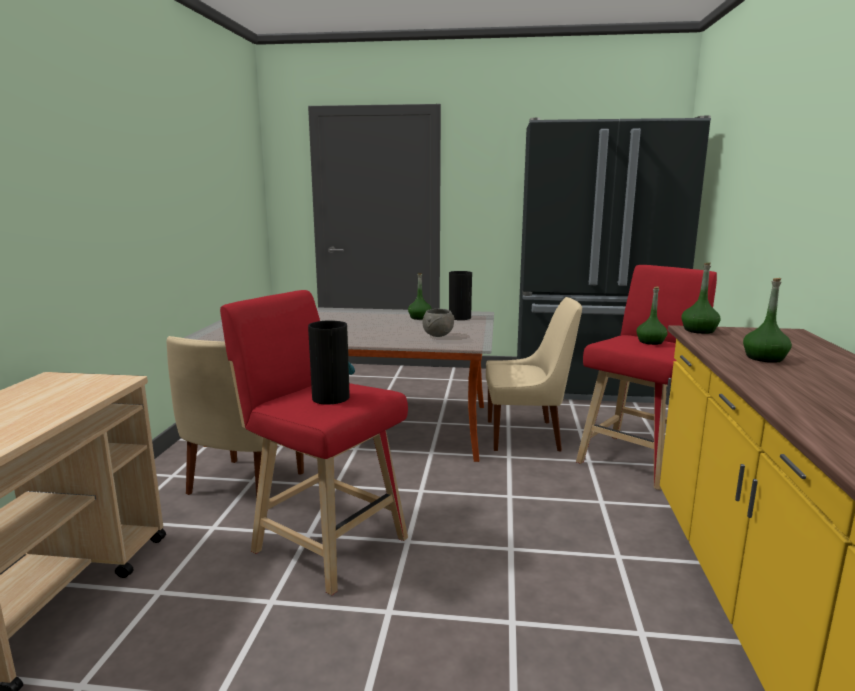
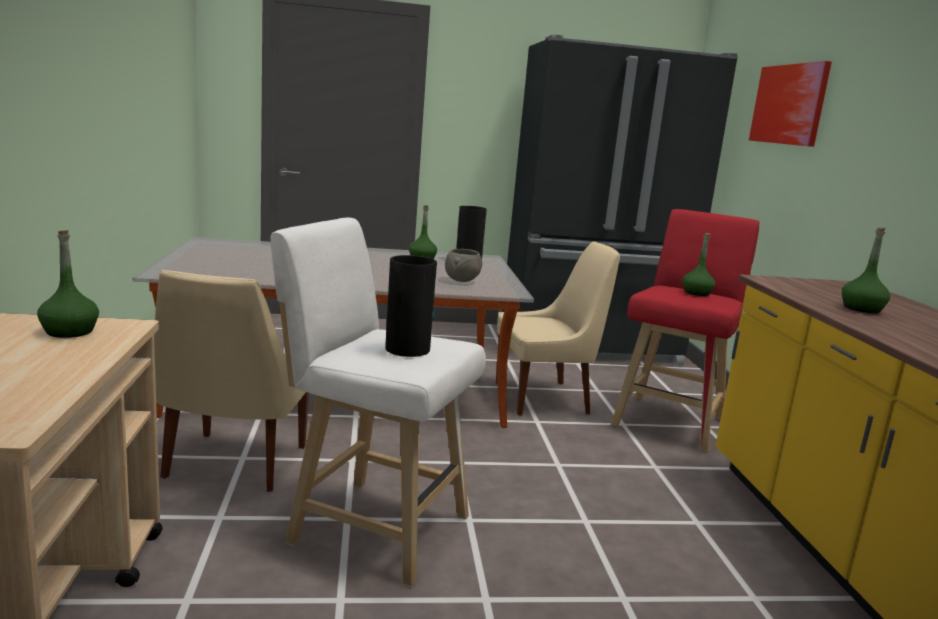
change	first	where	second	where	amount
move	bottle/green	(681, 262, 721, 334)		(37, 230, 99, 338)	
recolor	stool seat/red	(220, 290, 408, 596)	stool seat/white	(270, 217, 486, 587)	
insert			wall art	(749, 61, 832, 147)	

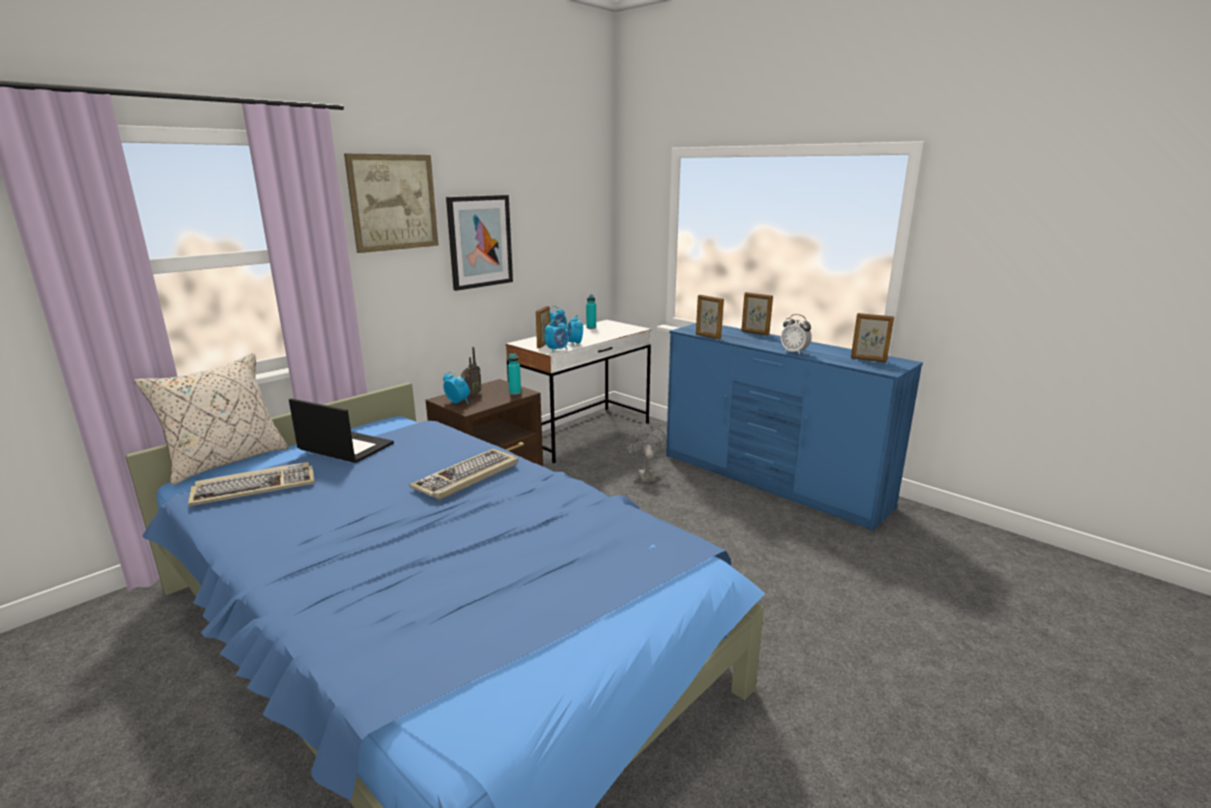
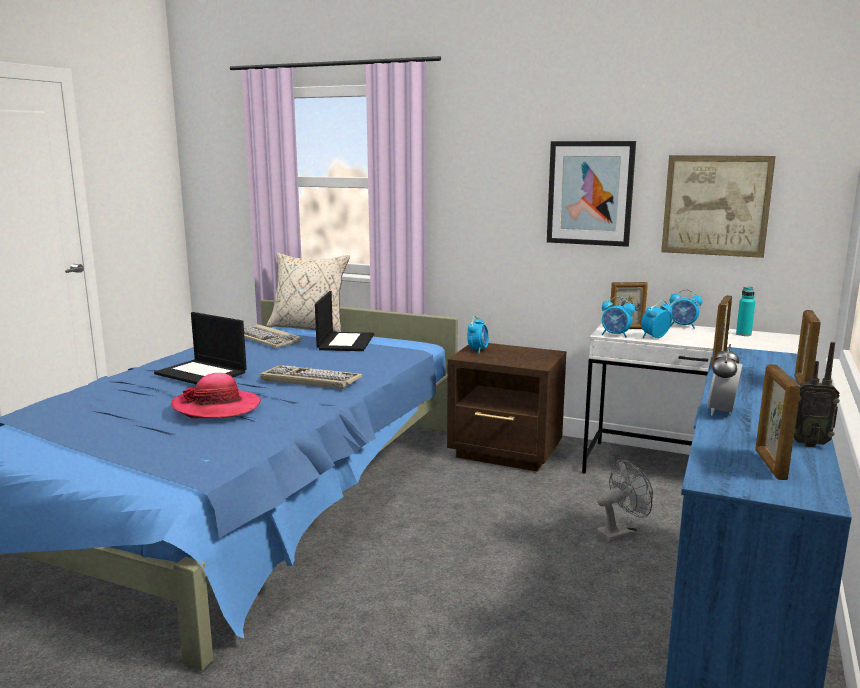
change	first	where	second	where	amount
insert			notebook computer	(154, 312, 247, 385)	
insert			hat	(171, 373, 261, 418)	
move	wall art	(344, 154, 439, 253)		(661, 155, 776, 258)	
move	radio	(461, 347, 482, 396)		(794, 342, 840, 447)	
delete	bottle/turquoise	(508, 353, 521, 395)			

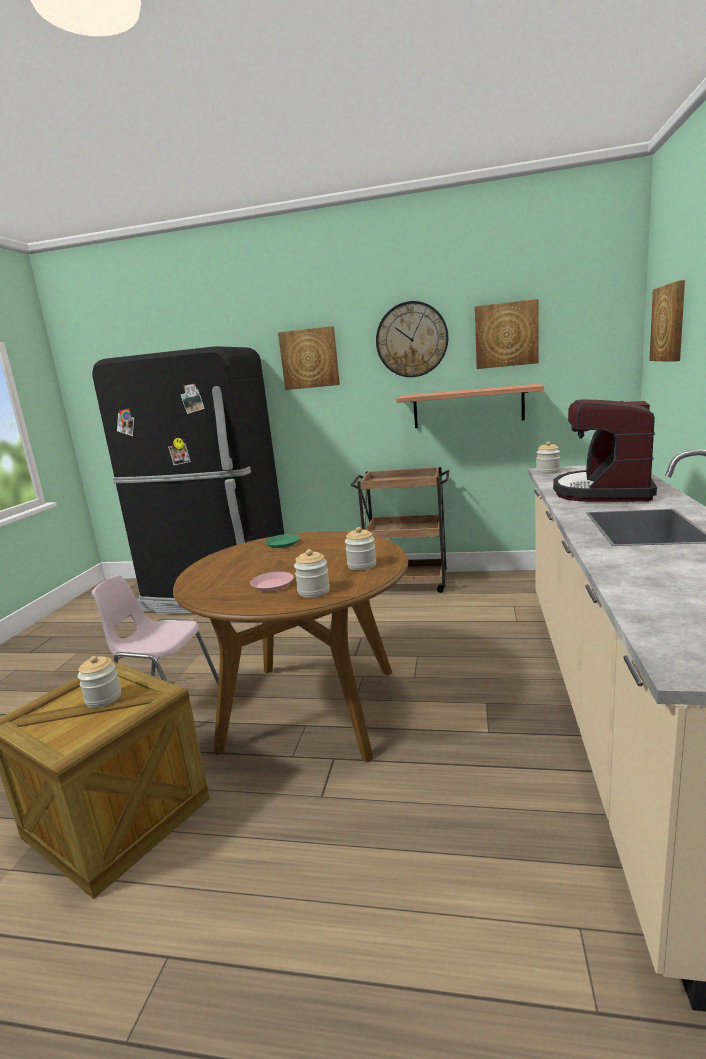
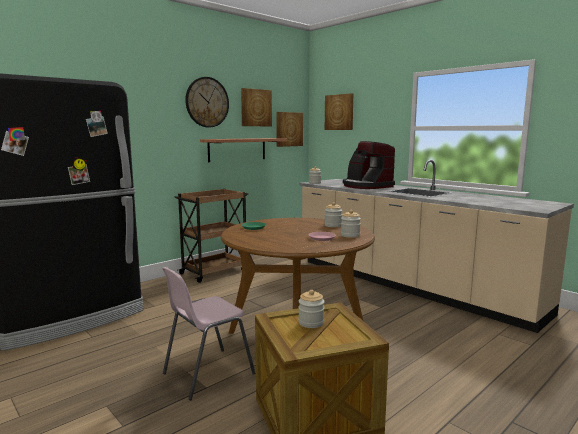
change	first	where	second	where	amount
move	wall art	(278, 326, 340, 390)		(277, 112, 303, 147)	

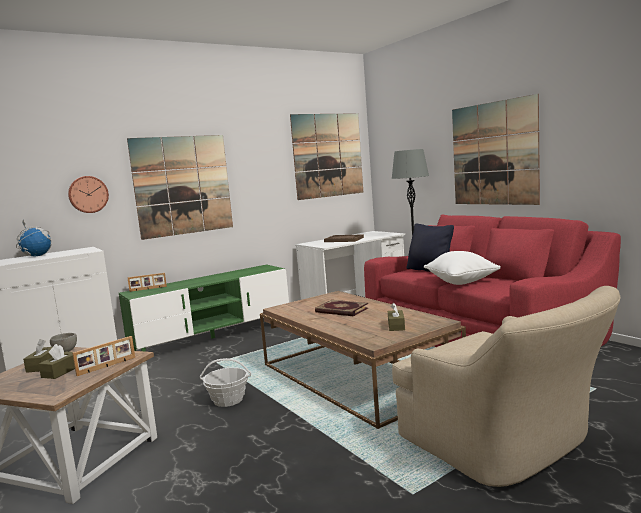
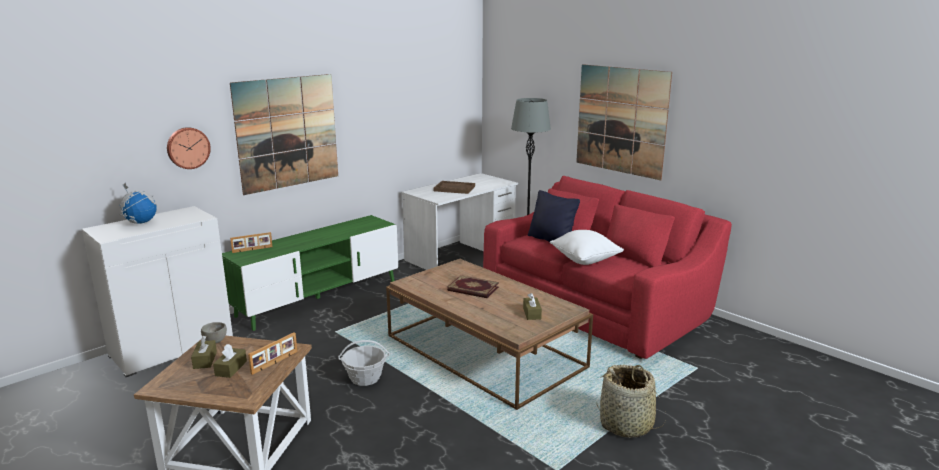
change	first	where	second	where	amount
replace	easy chair/beige-coloured	(392, 286, 621, 487)	household basket	(596, 365, 666, 438)	
delete	wall art	(290, 113, 363, 200)			

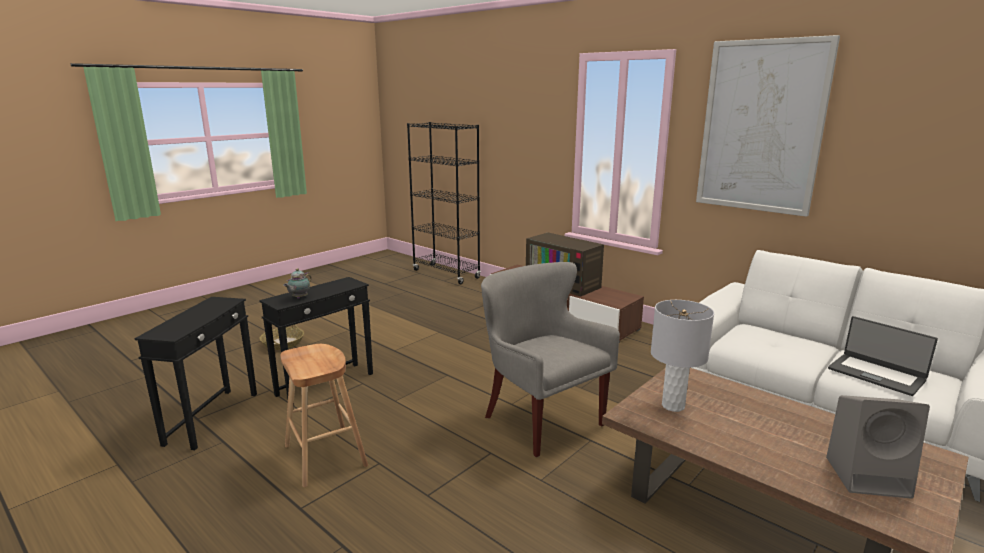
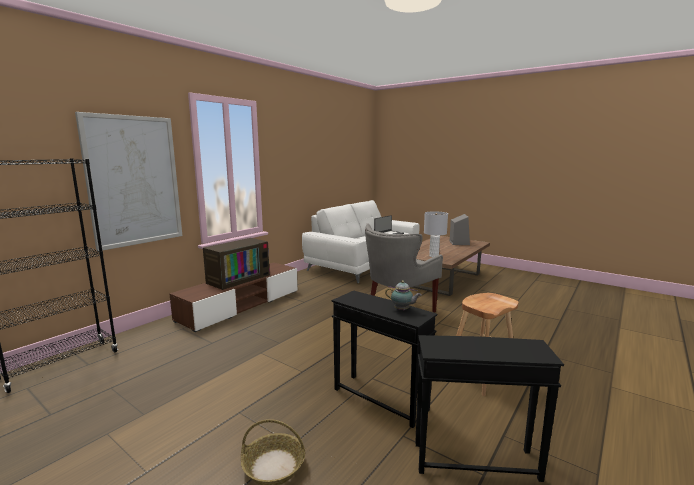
change	first	where	second	where	amount
move	wall art	(696, 35, 840, 217)		(75, 112, 182, 251)	

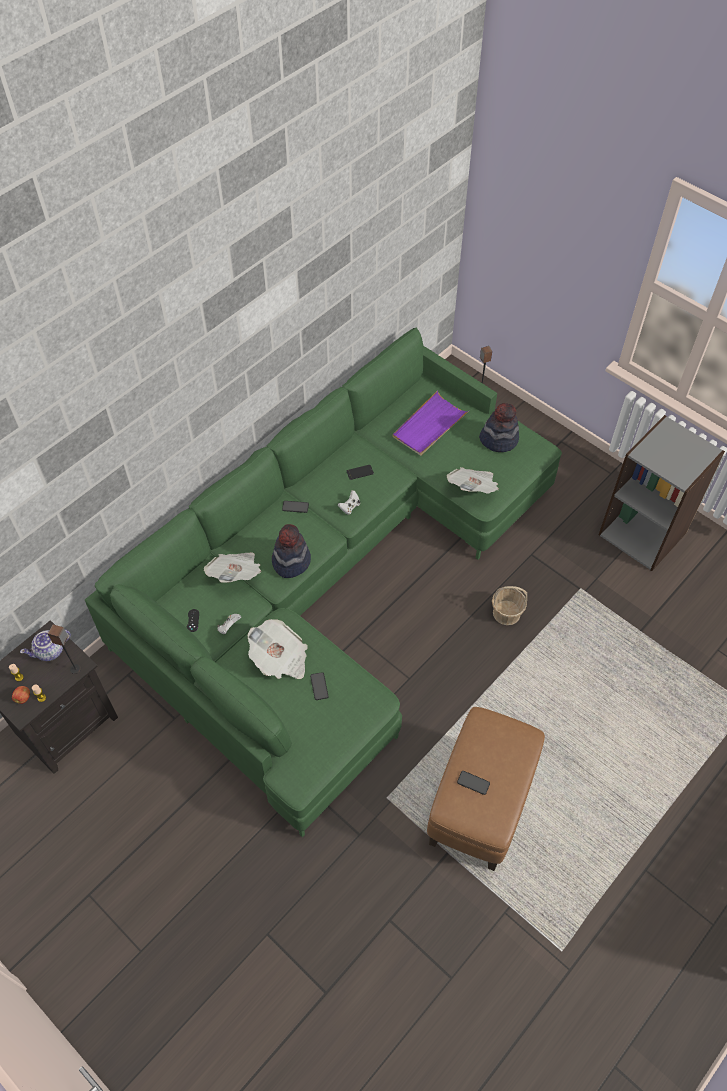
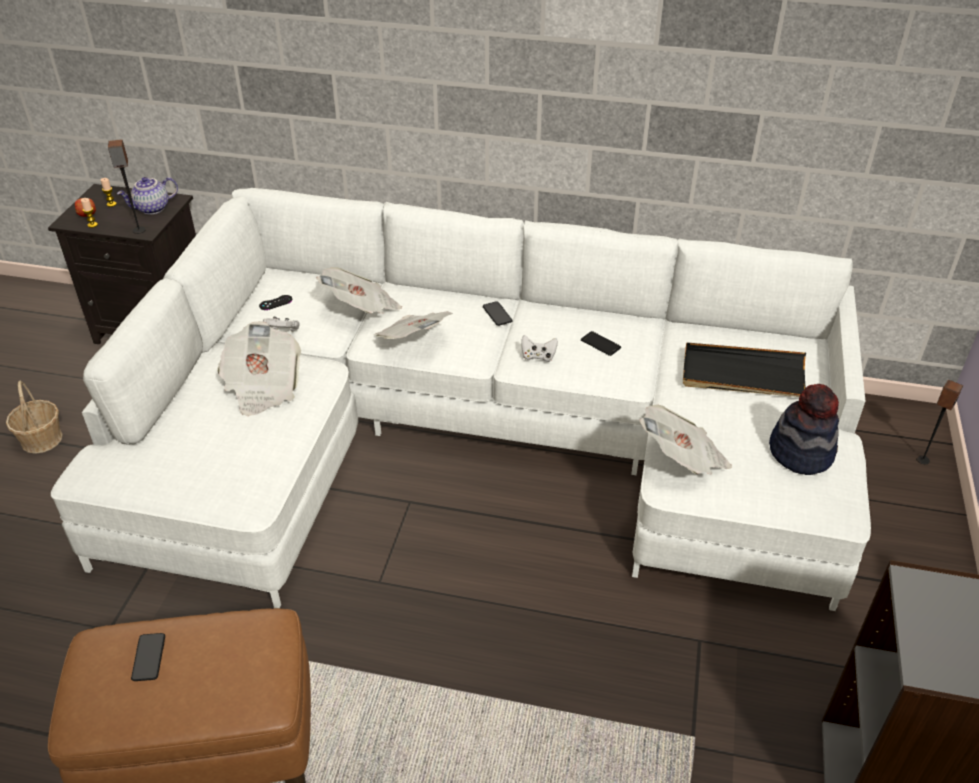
change	first	where	second	where	amount
move	household basket	(492, 586, 527, 625)		(6, 381, 63, 454)	
recolor	settee/green	(85, 328, 562, 837)	settee/white	(51, 188, 871, 611)	
rotate	pot for tea	(20, 630, 71, 661)		(117, 177, 178, 214)	60 degrees counterclockwise
replace	hat	(272, 524, 311, 578)	newspaper	(374, 311, 453, 339)	
recolor	serving tray/purplish	(393, 390, 469, 456)	serving tray/black	(683, 342, 806, 397)	
delete	phone	(310, 672, 329, 700)			

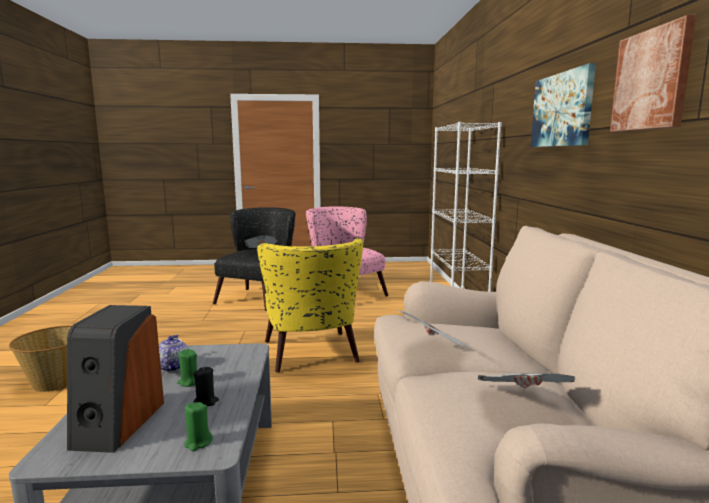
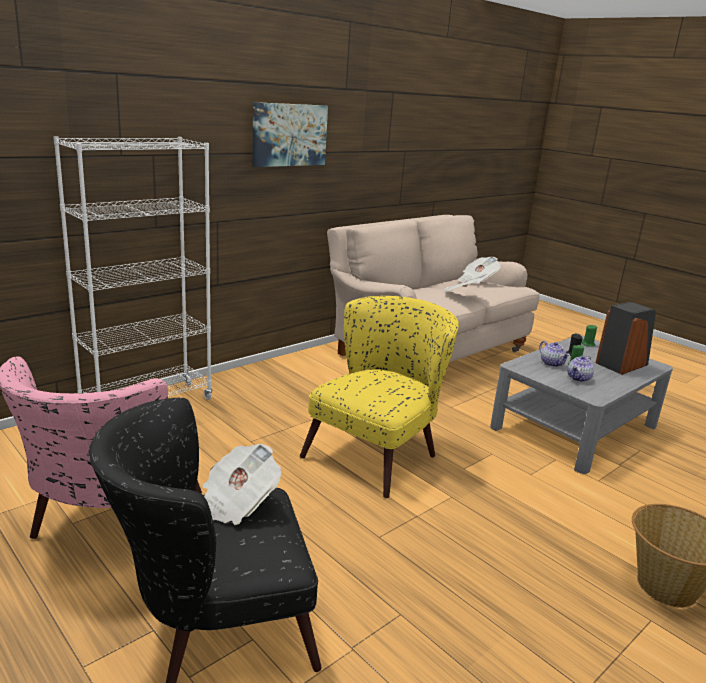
change	first	where	second	where	amount
insert			pot for tea	(539, 341, 570, 367)	
delete	wall art	(610, 15, 696, 132)			

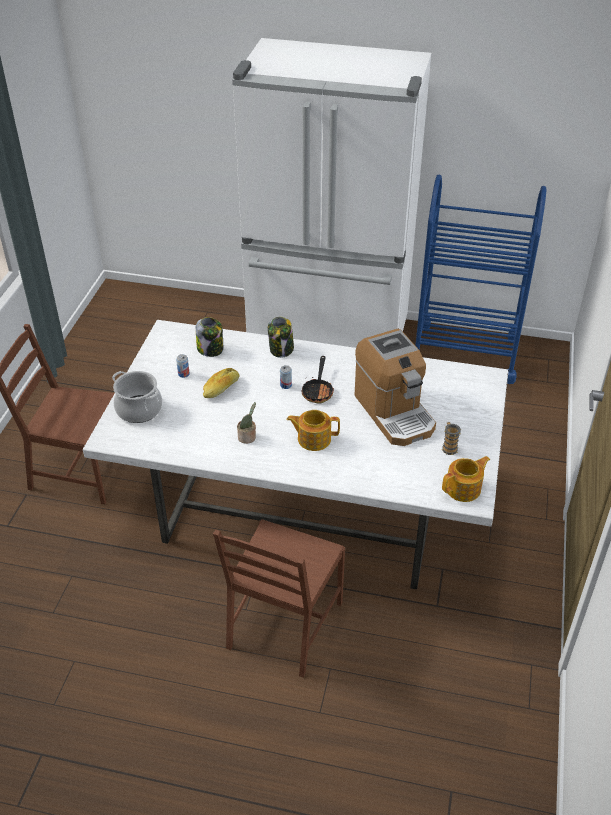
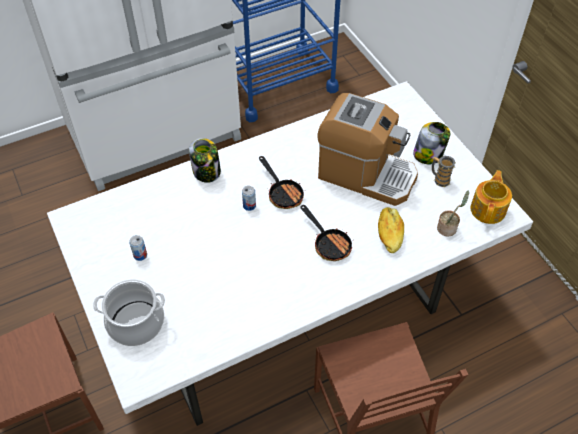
change	first	where	second	where	amount
replace	pot for tea	(286, 410, 340, 451)	skillet	(301, 205, 354, 261)	
move	bread	(203, 368, 240, 398)		(378, 207, 404, 253)	
move	storage jar	(196, 317, 223, 357)		(413, 122, 450, 164)	
move	plant in a pot	(237, 402, 256, 444)		(437, 191, 469, 237)	

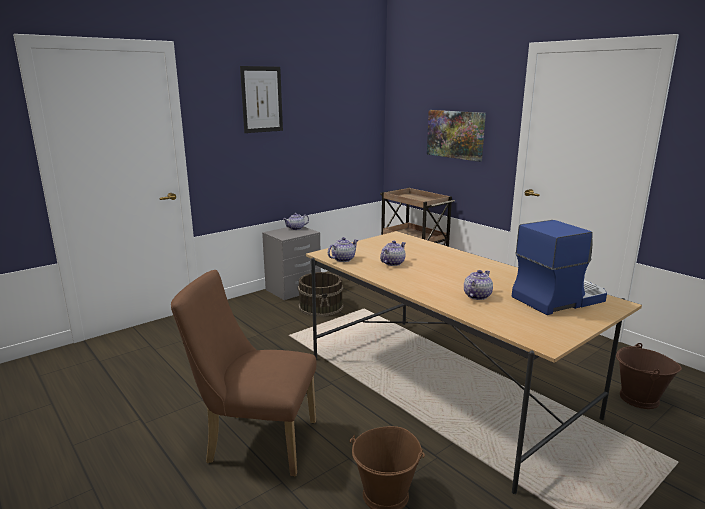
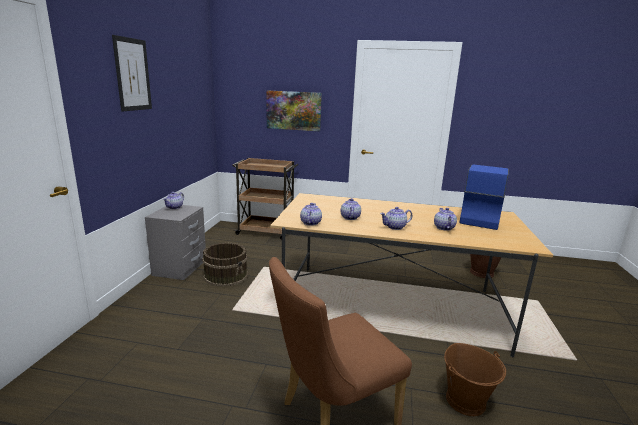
change	first	where	second	where	amount
insert			pot for tea	(380, 207, 412, 230)	

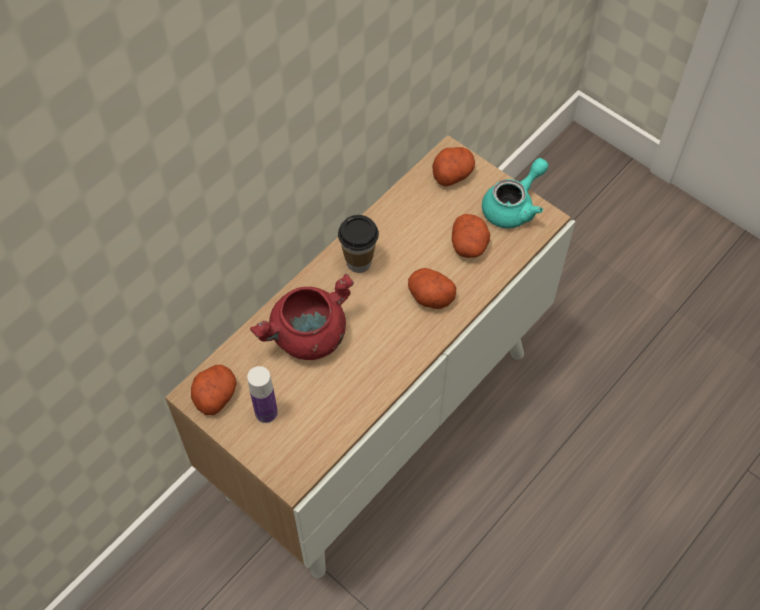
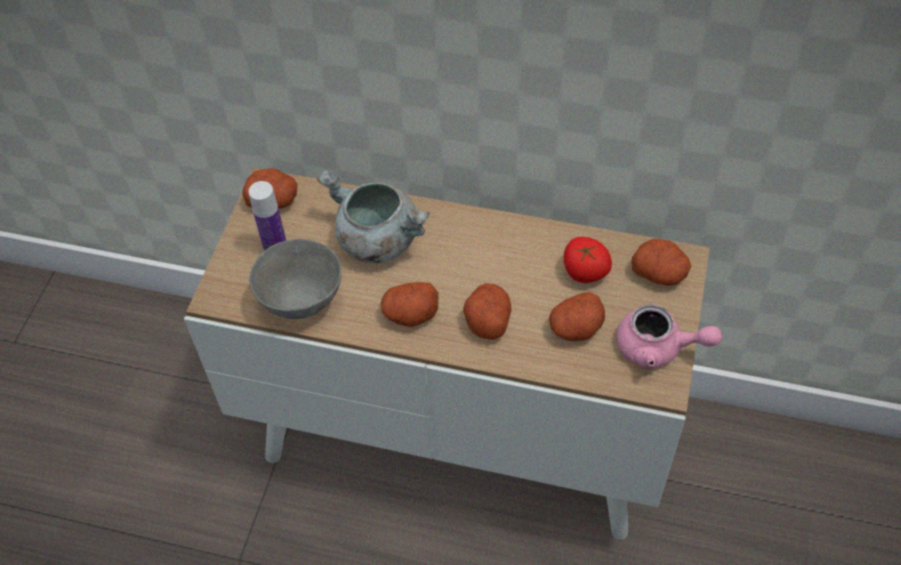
change	first	where	second	where	amount
insert			serving bowl/grey	(249, 239, 342, 319)	
recolor	stockpot/red	(250, 273, 354, 360)	stockpot/grey	(318, 170, 429, 263)	
insert			whole potato	(381, 282, 438, 327)	
insert			tomato	(564, 237, 612, 283)	
recolor	pot for tea/turquoise	(482, 158, 548, 229)	pot for tea/pink-coloured	(616, 304, 722, 370)	
delete	cup	(338, 215, 379, 273)			

